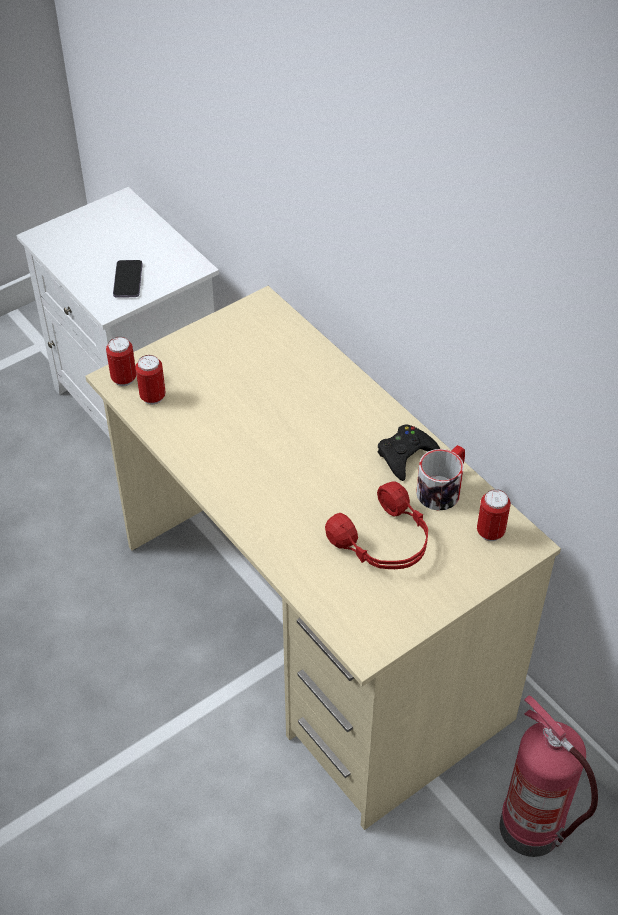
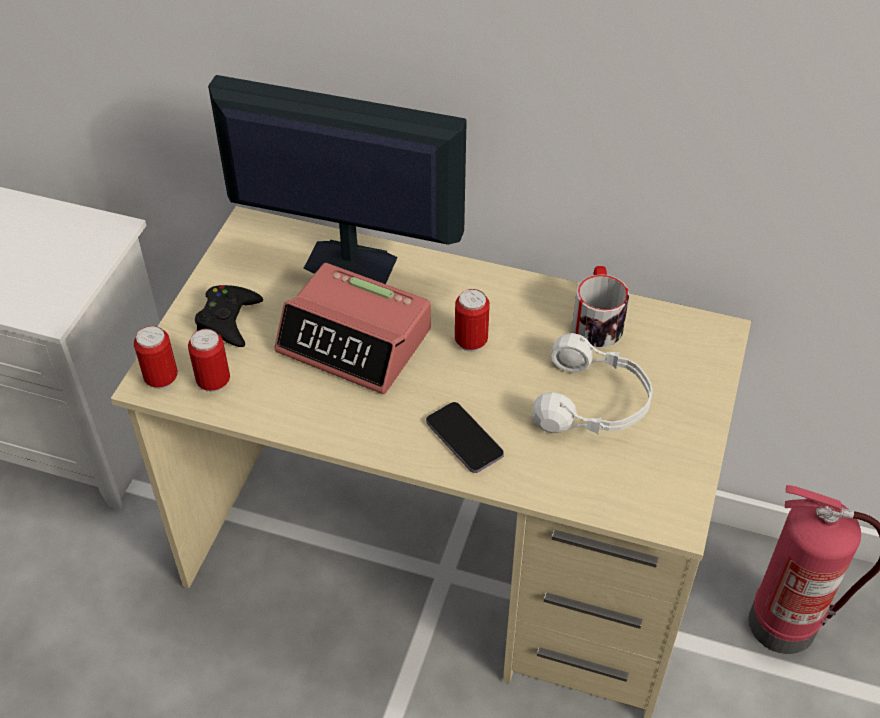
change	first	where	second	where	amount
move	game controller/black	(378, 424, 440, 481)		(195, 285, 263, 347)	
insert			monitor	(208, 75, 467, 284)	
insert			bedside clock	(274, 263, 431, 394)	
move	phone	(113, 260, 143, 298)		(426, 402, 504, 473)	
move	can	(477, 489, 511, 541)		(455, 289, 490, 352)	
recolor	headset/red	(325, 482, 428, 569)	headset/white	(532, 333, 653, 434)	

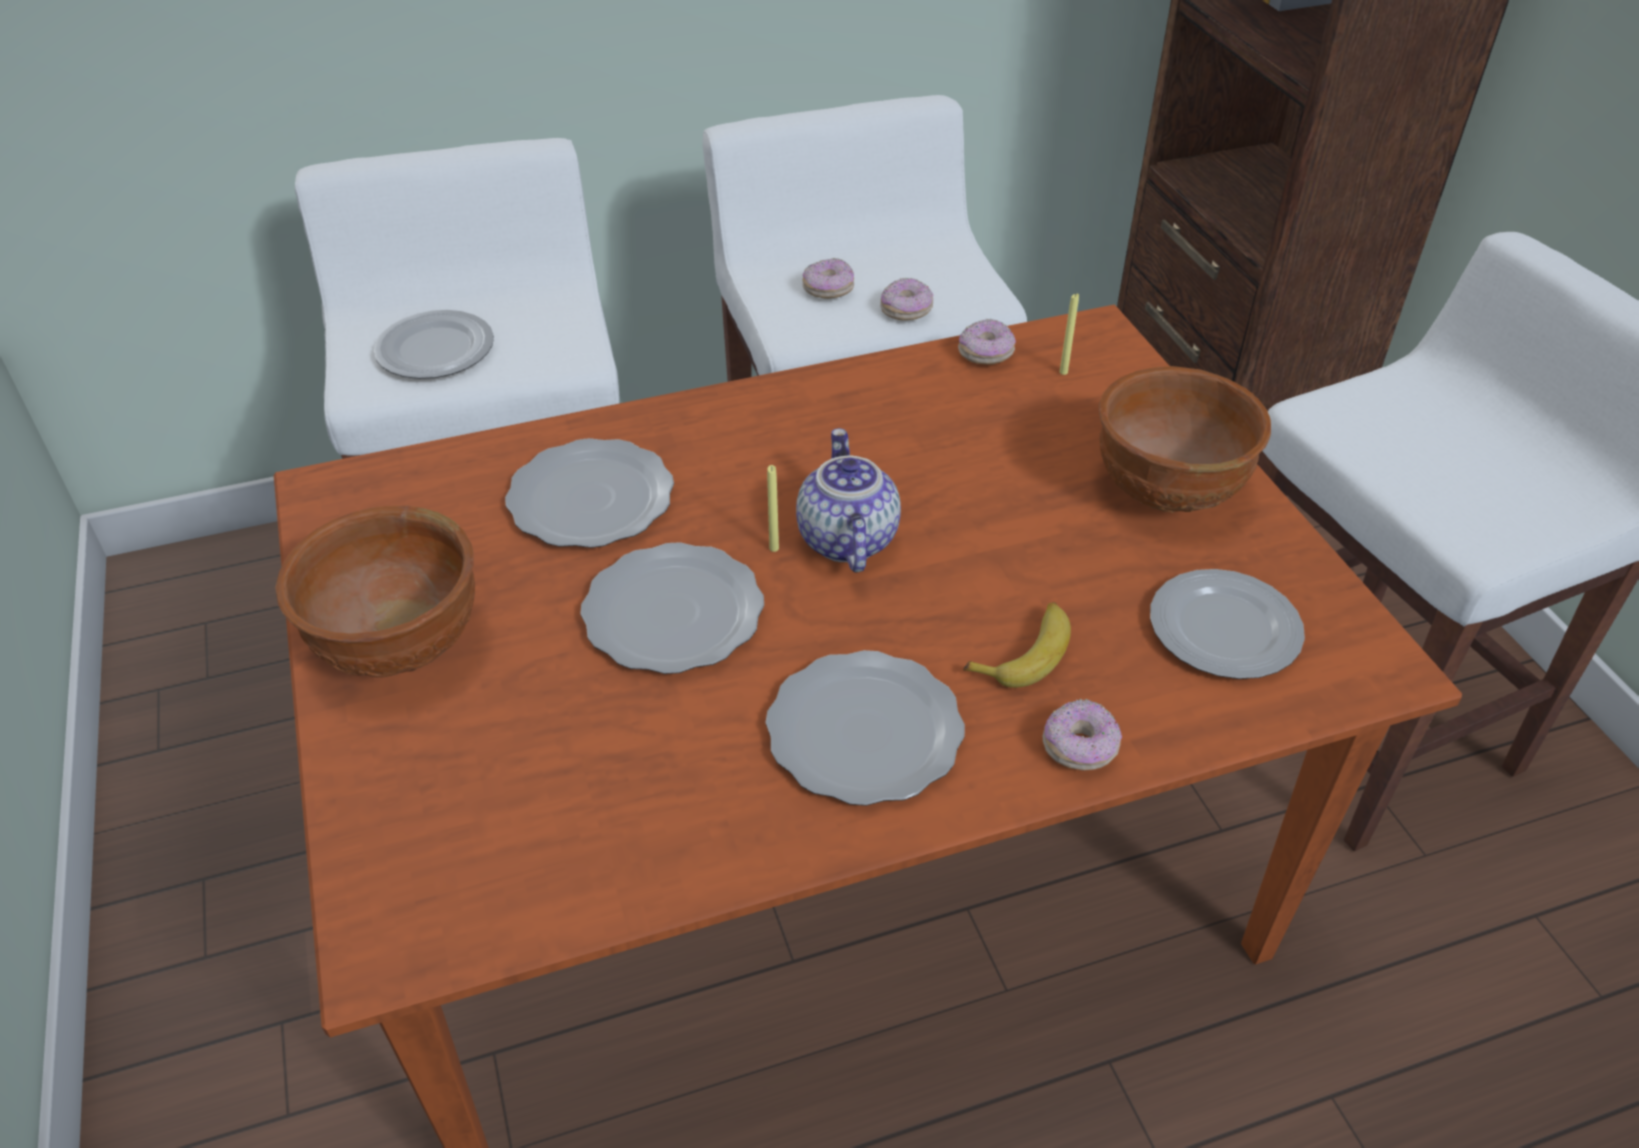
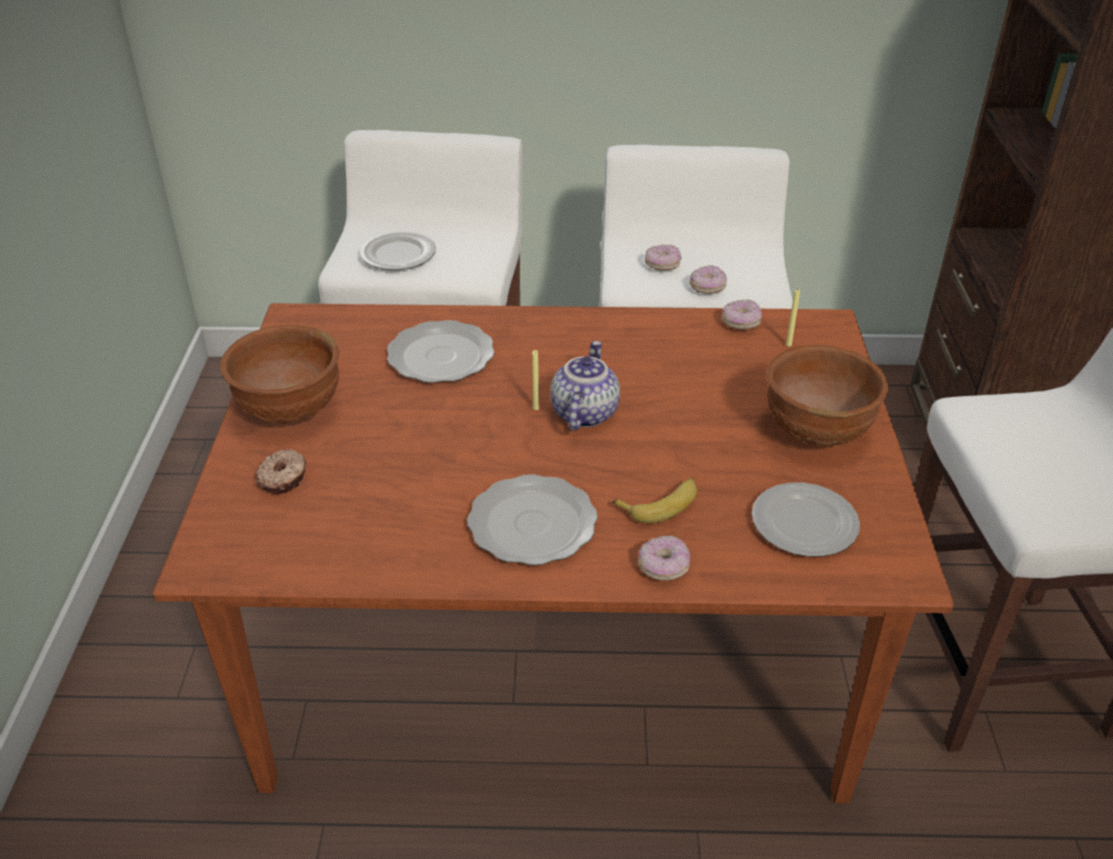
change	first	where	second	where	amount
insert			donut	(256, 449, 306, 494)	
delete	dinner plate	(580, 542, 764, 674)			

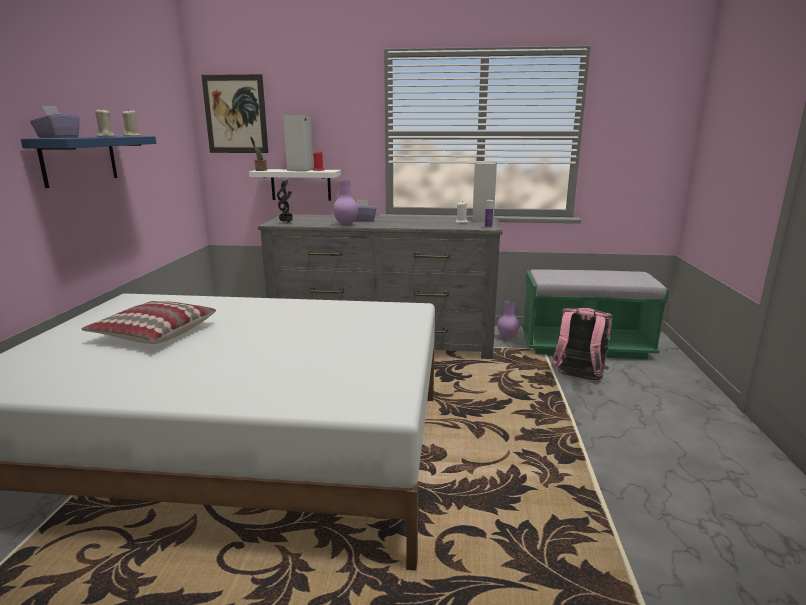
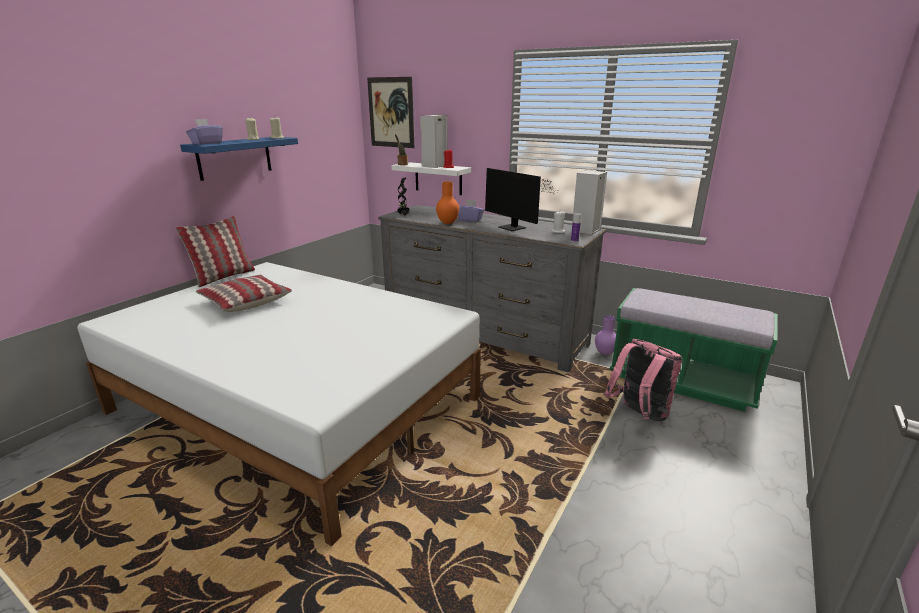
change	first	where	second	where	amount
insert			pillow	(176, 216, 255, 287)	
recolor	decorative vase/purplish	(333, 180, 358, 226)	decorative vase/orange	(436, 182, 459, 224)	
insert			monitor	(485, 168, 560, 231)	

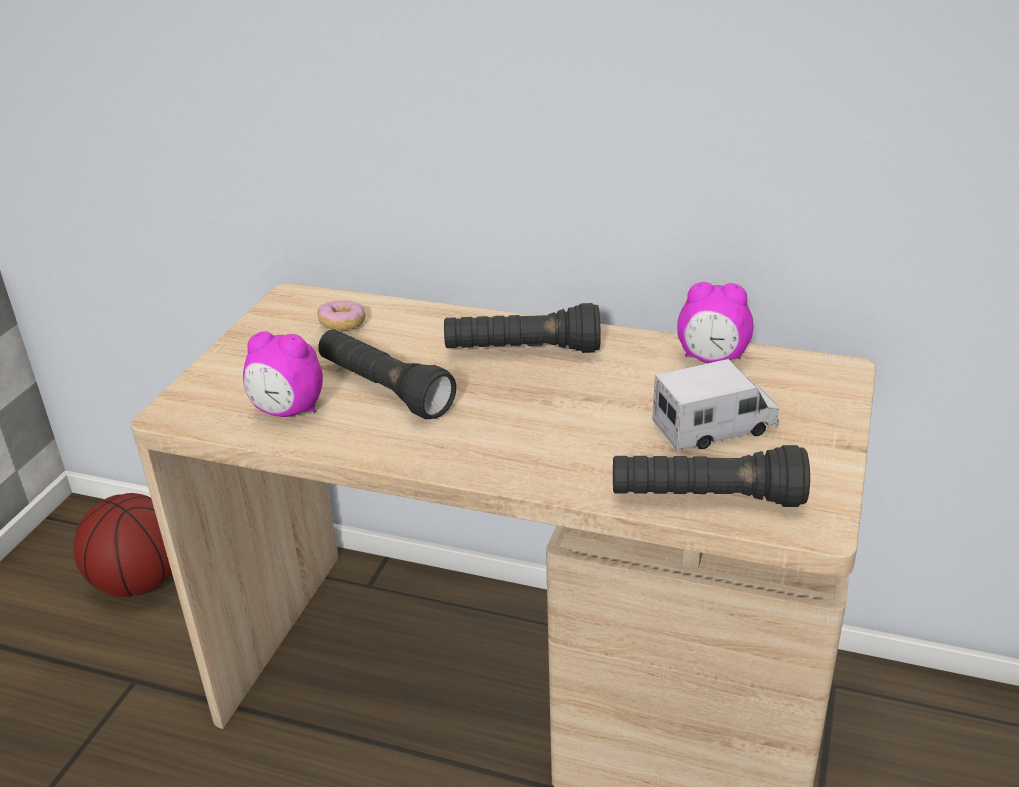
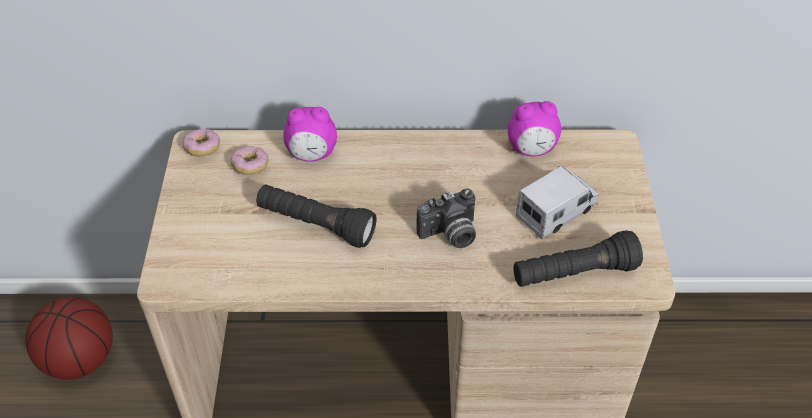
change	first	where	second	where	amount
insert			donut	(183, 129, 220, 157)	
move	bedside clock	(243, 331, 323, 417)		(283, 107, 337, 162)	
insert			still camera	(417, 189, 476, 248)	
delete	hand torch/black	(444, 303, 601, 353)			

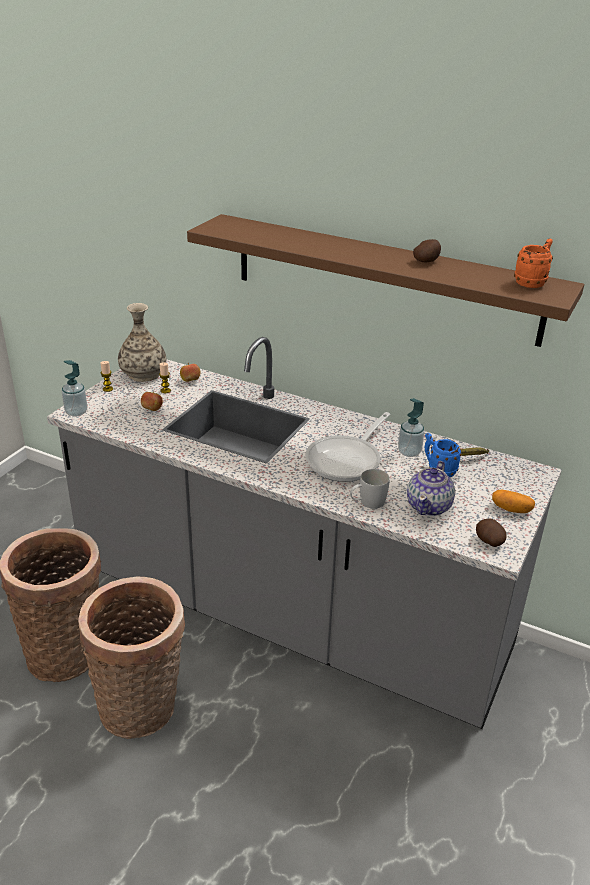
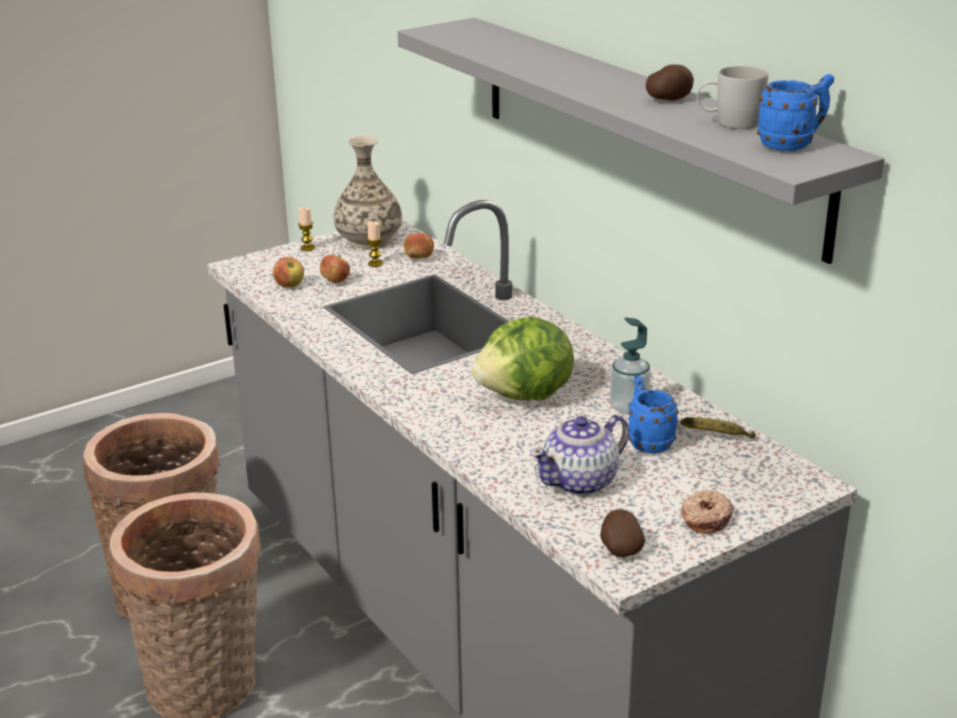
change	first	where	second	where	amount
insert			whole apple	(273, 257, 304, 288)	
recolor	shelf/brown	(187, 214, 584, 347)	shelf/grey	(398, 18, 885, 264)	
replace	skillet	(305, 412, 390, 482)	lettuce head	(472, 317, 574, 400)	
replace	whole potato	(492, 490, 535, 513)	donut	(681, 490, 734, 534)	
move	mug/white	(350, 469, 390, 509)		(697, 66, 768, 129)	
recolor	mug/orange	(514, 239, 553, 288)	mug/blue	(757, 74, 834, 151)	
delete	liquid soap bottle	(62, 360, 87, 417)			

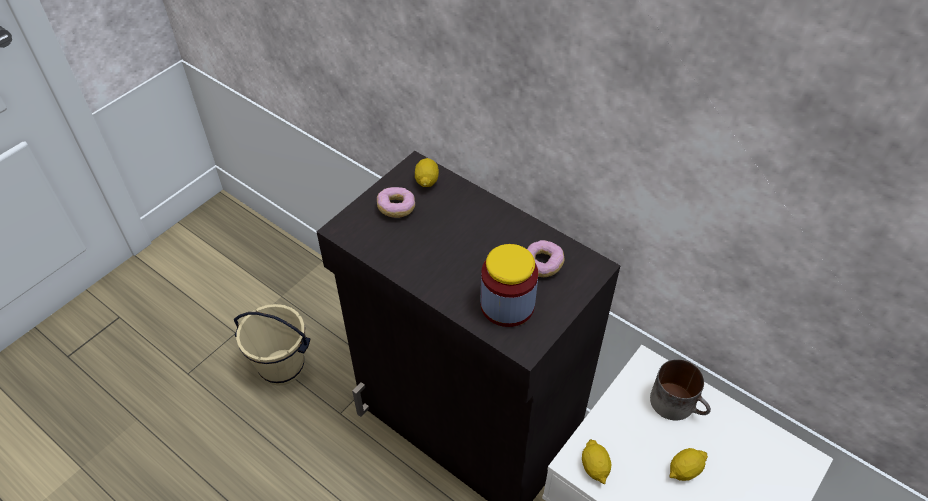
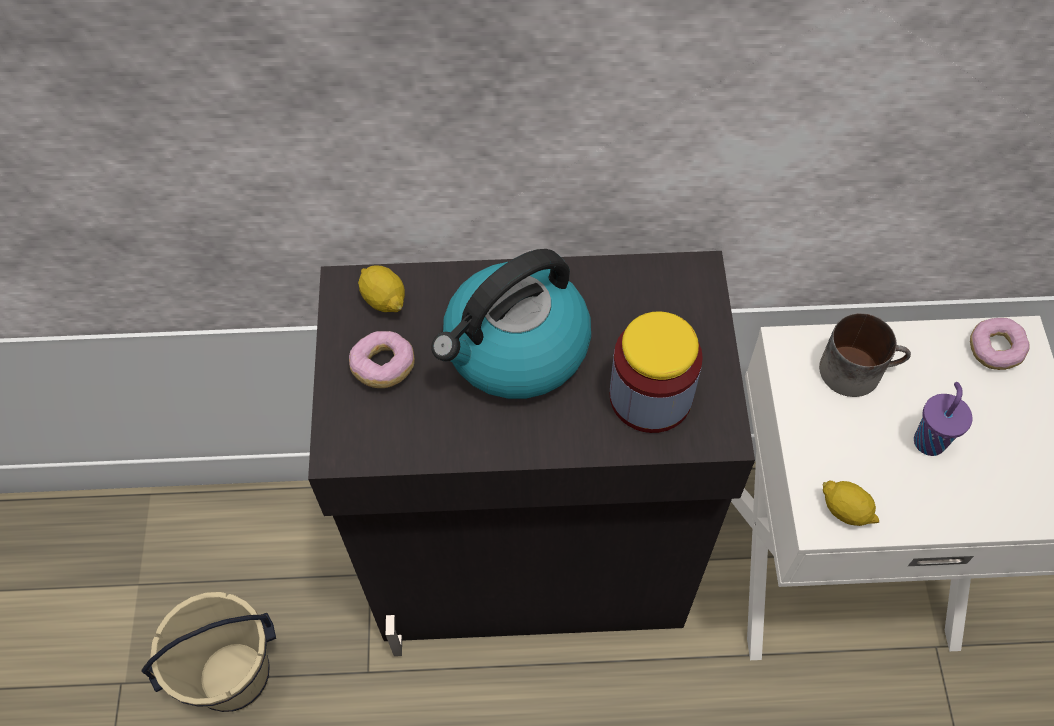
change	first	where	second	where	amount
insert			tea kettle	(431, 249, 591, 399)	
replace	citrus fruit	(669, 448, 708, 481)	cup/purplish	(914, 382, 972, 456)	
move	donut	(527, 240, 565, 277)		(970, 318, 1030, 370)	

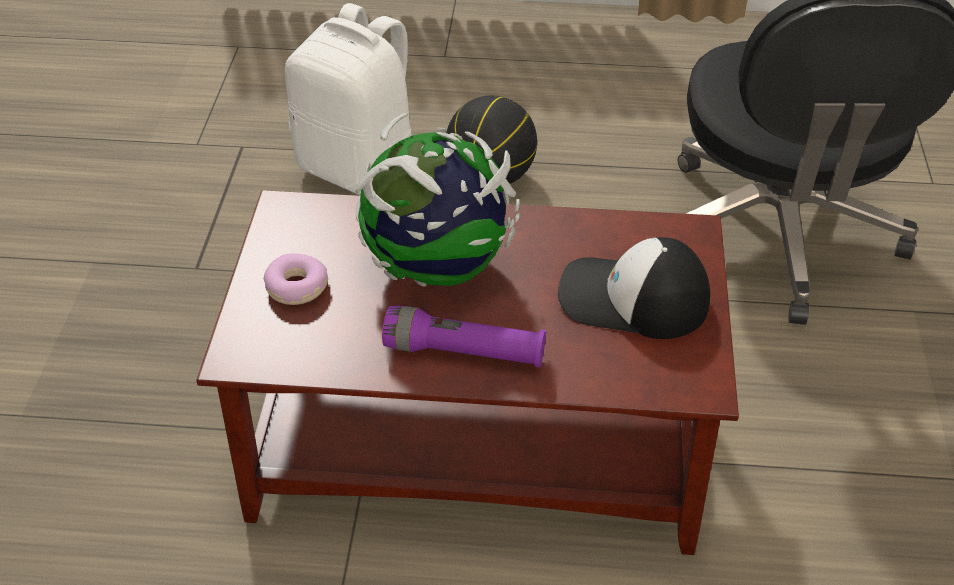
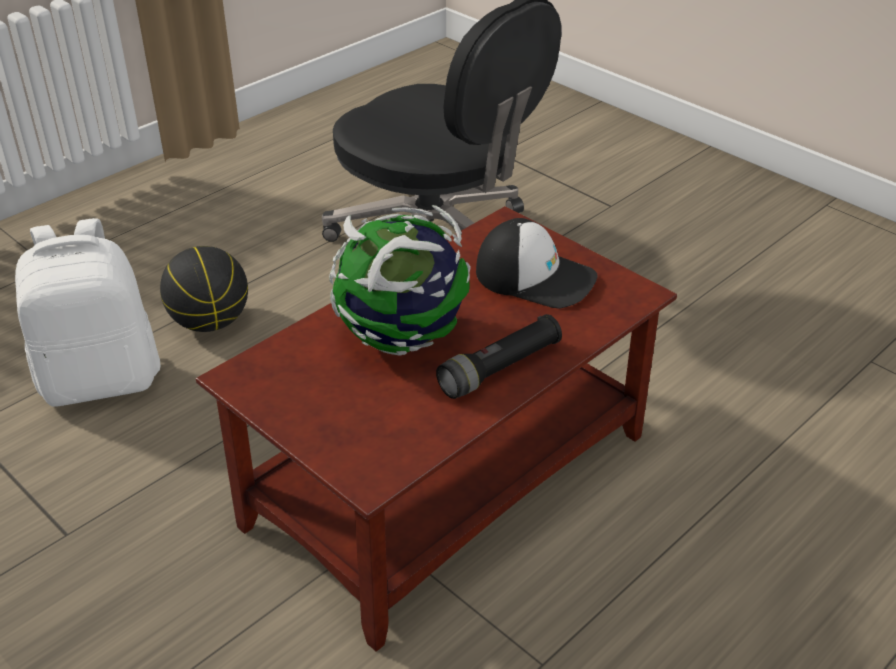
change	first	where	second	where	amount
recolor	hand torch/purplish	(382, 306, 546, 368)	hand torch/black	(436, 314, 562, 399)	
rotate	baseball cap	(558, 237, 710, 339)		(476, 218, 598, 309)	120 degrees counterclockwise
delete	donut	(264, 253, 328, 305)			

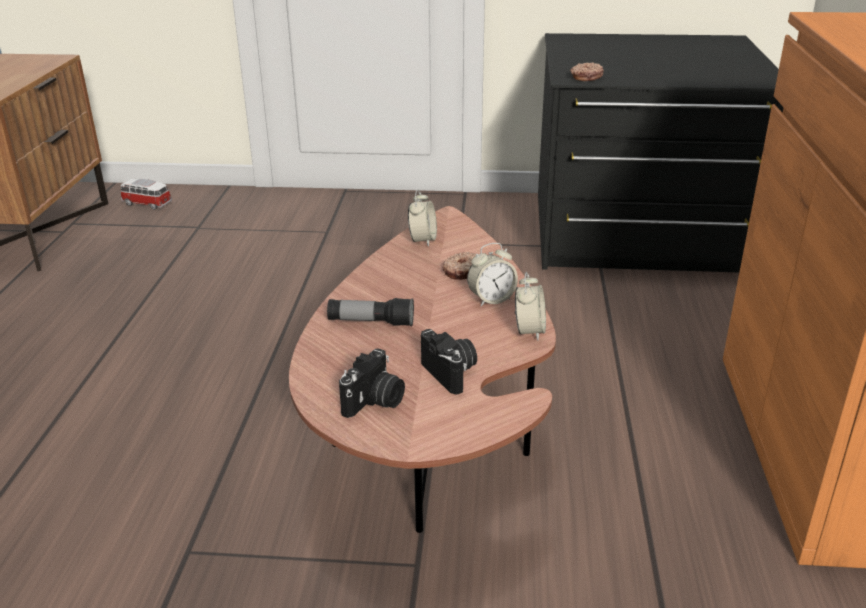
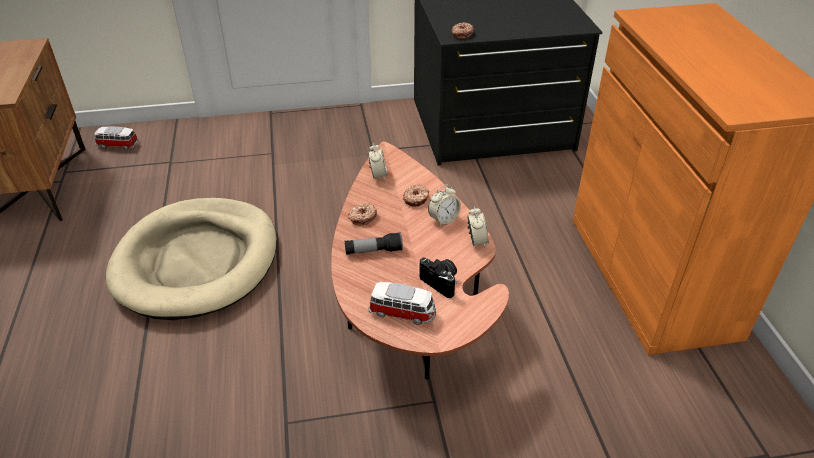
change	first	where	second	where	amount
insert			pet bed/beige-coloured	(106, 198, 277, 320)	
insert			donut	(348, 203, 377, 226)	
replace	still camera	(339, 349, 405, 418)	model car	(369, 282, 436, 325)	

